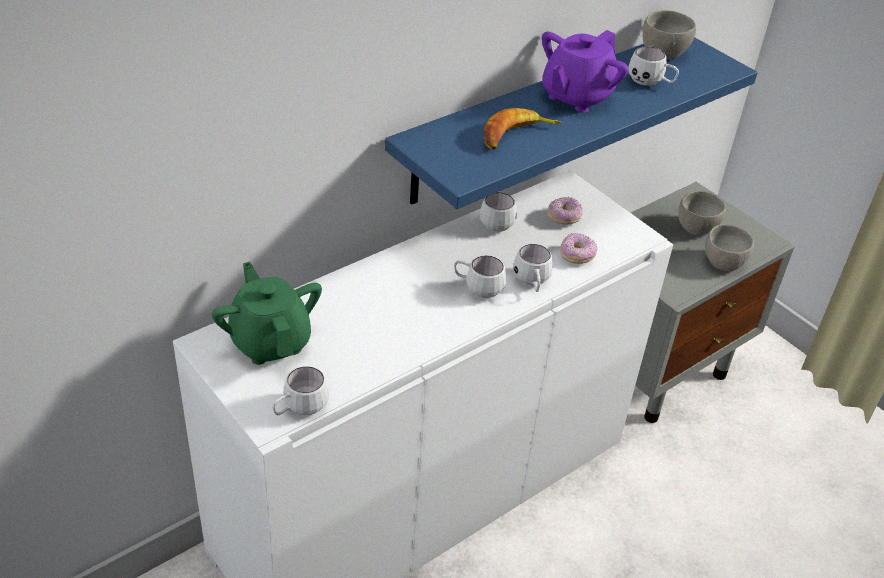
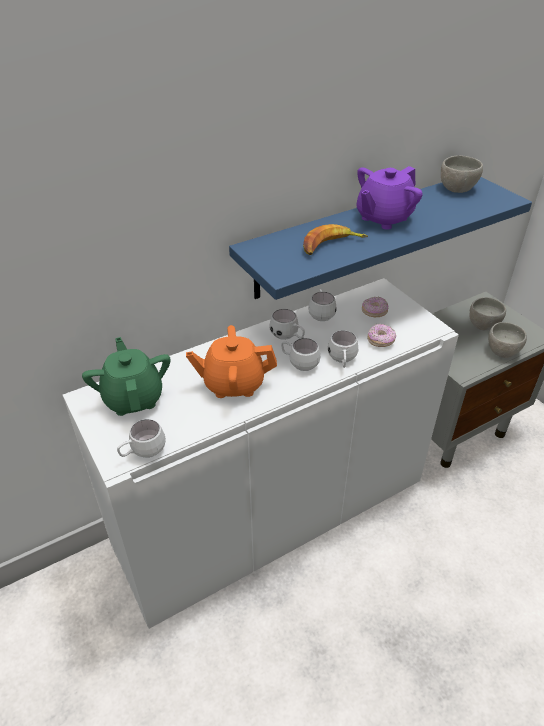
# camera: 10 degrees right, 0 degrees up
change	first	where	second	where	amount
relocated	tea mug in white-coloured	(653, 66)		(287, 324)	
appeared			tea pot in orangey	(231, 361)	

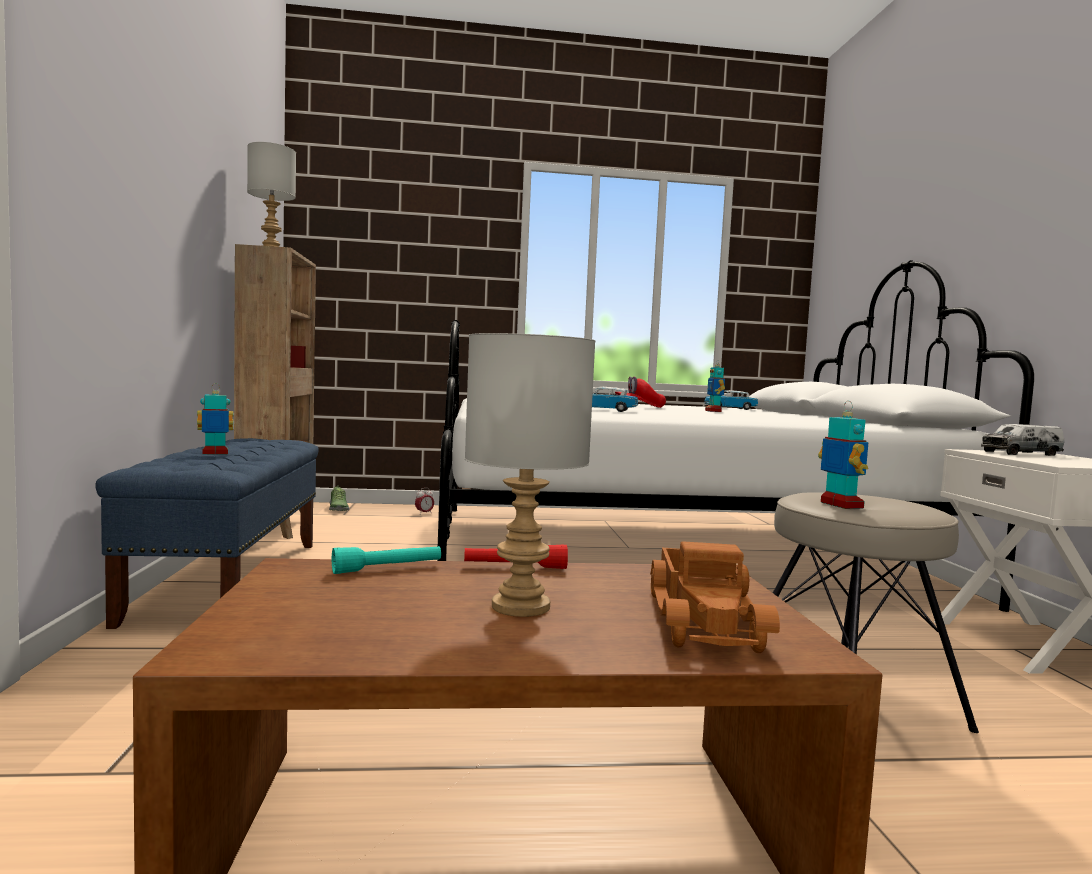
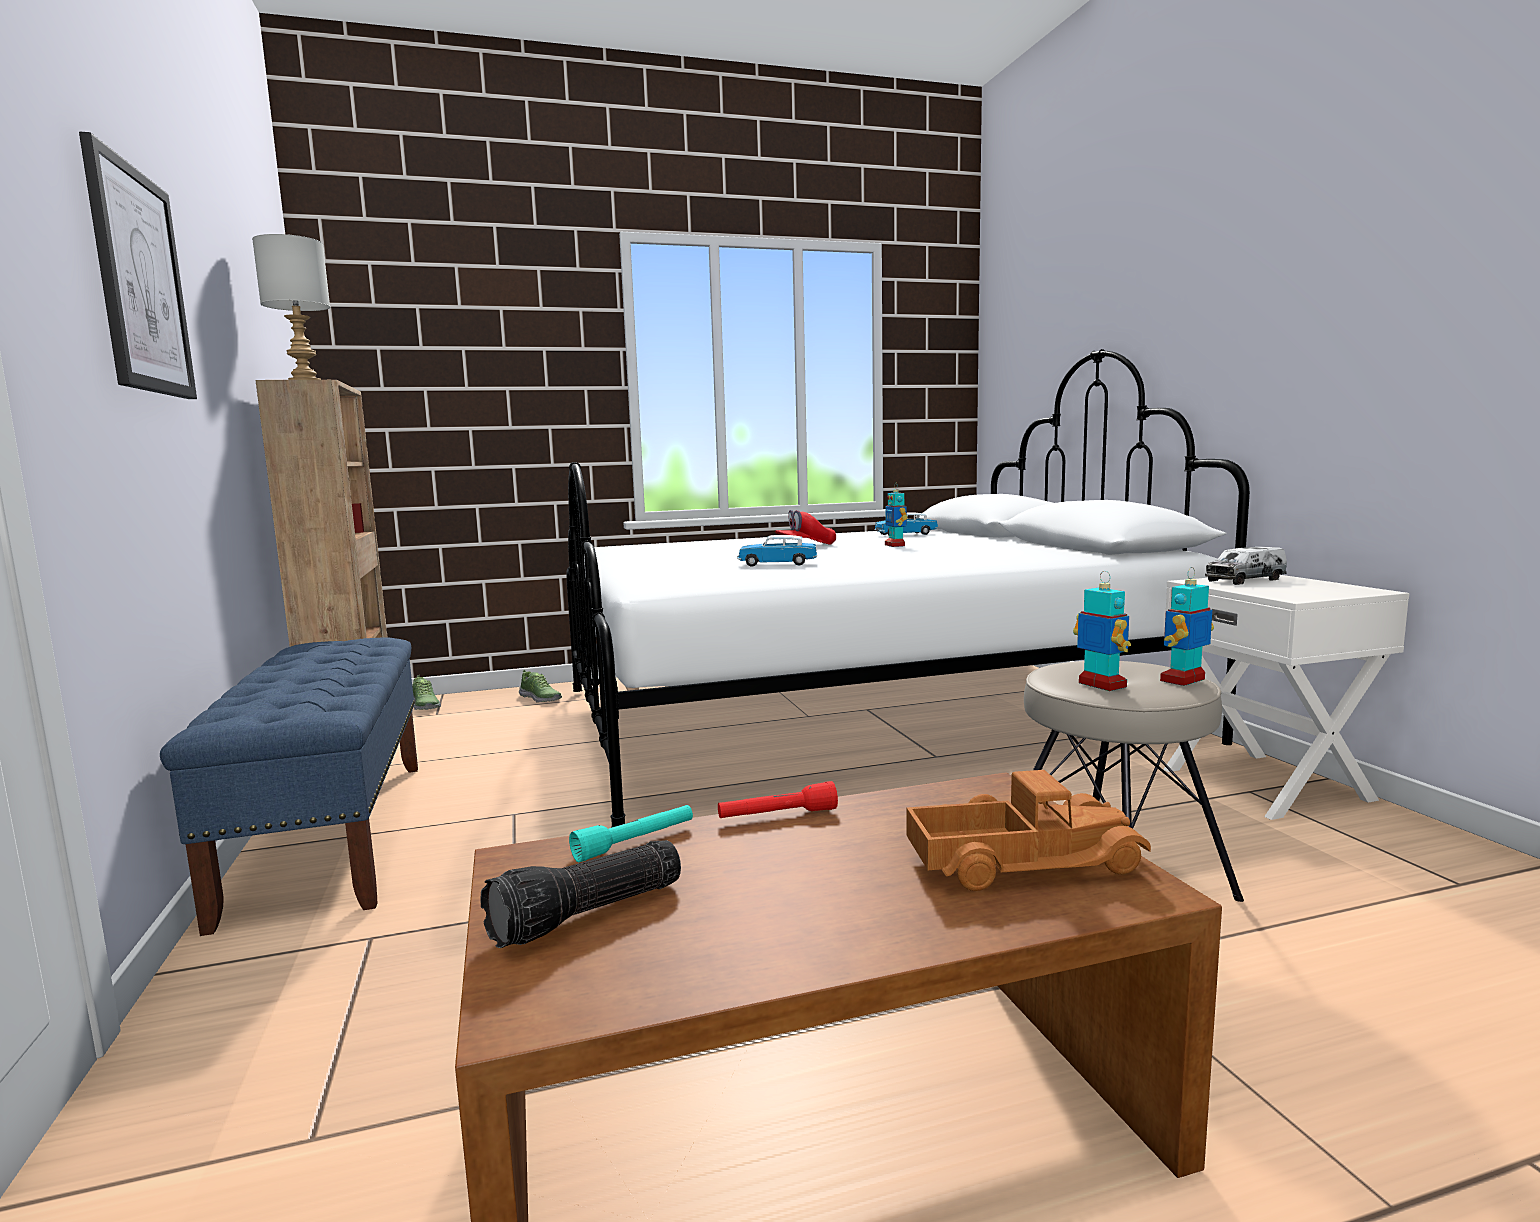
# camera: 10 degrees left, 5 degrees up
change	first	where	second	where	amount
missing	lamp for a table in greyish	(530, 475)			
relocated	robot figure	(215, 419)		(1187, 626)	
exchanged	alarm clock	(424, 501)	item of footwear	(540, 686)	
spun	toy lorry	(715, 597)		(1029, 830)	90 degrees counterclockwise
appeared			wall picture	(138, 265)	
appeared			hand torch	(580, 894)	

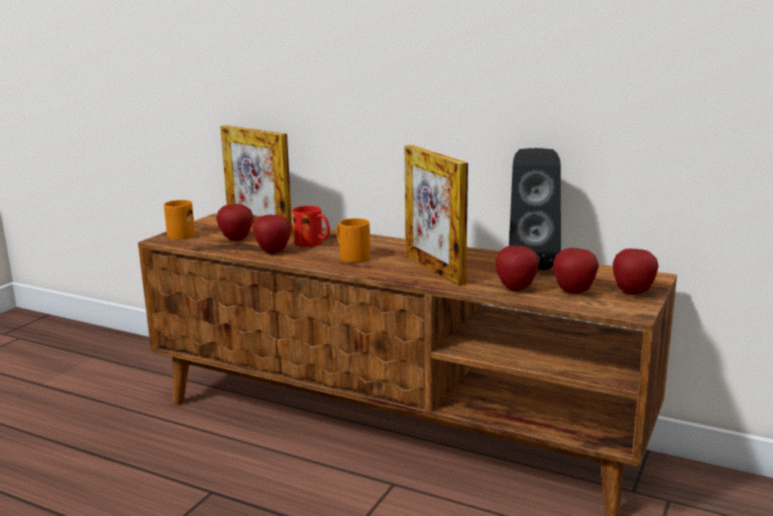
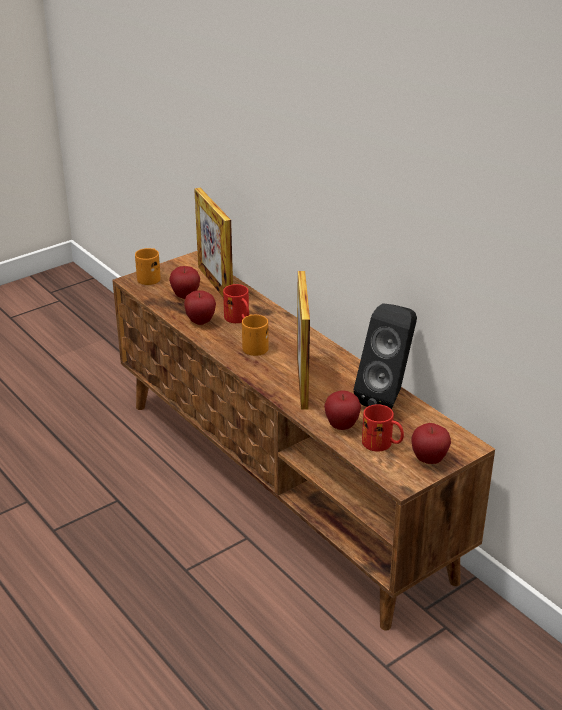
# camera: 25 degrees right, 15 degrees up
change	first	where	second	where	amount
exchanged	apple	(576, 271)	tea mug in red-coloured	(383, 428)	

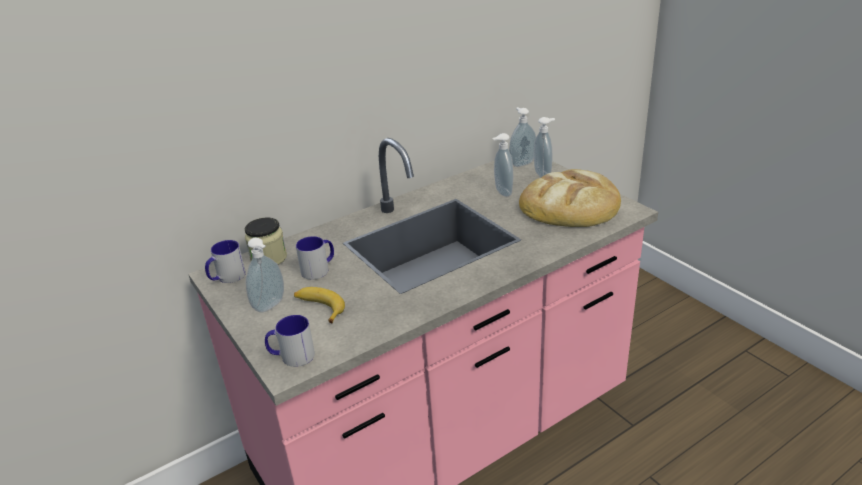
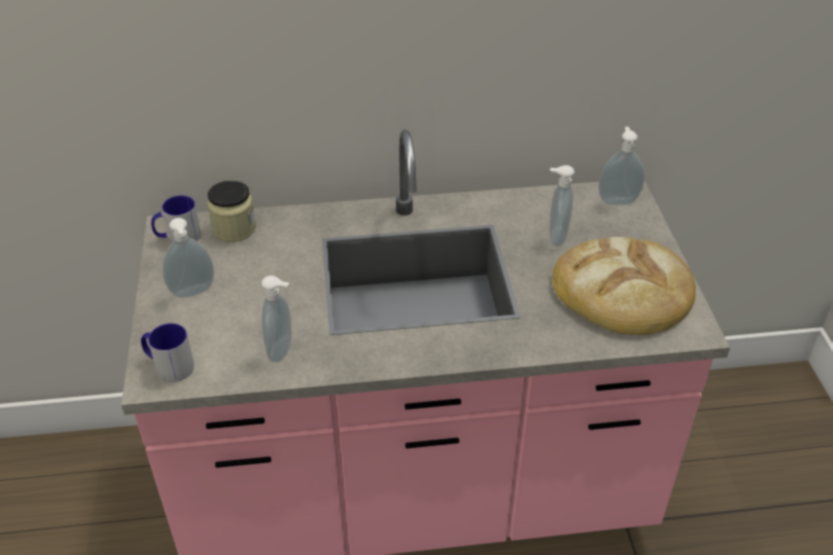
# camera: 25 degrees right, 10 degrees up
change	first	where	second	where	amount
relocated	liquid soap bottle	(544, 147)		(277, 319)	
missing	tea mug	(315, 258)			
missing	banana	(319, 305)			

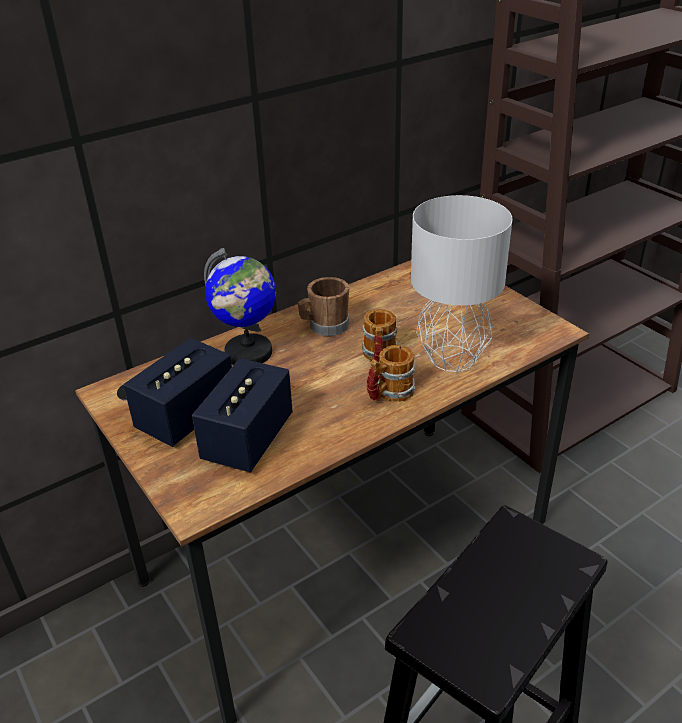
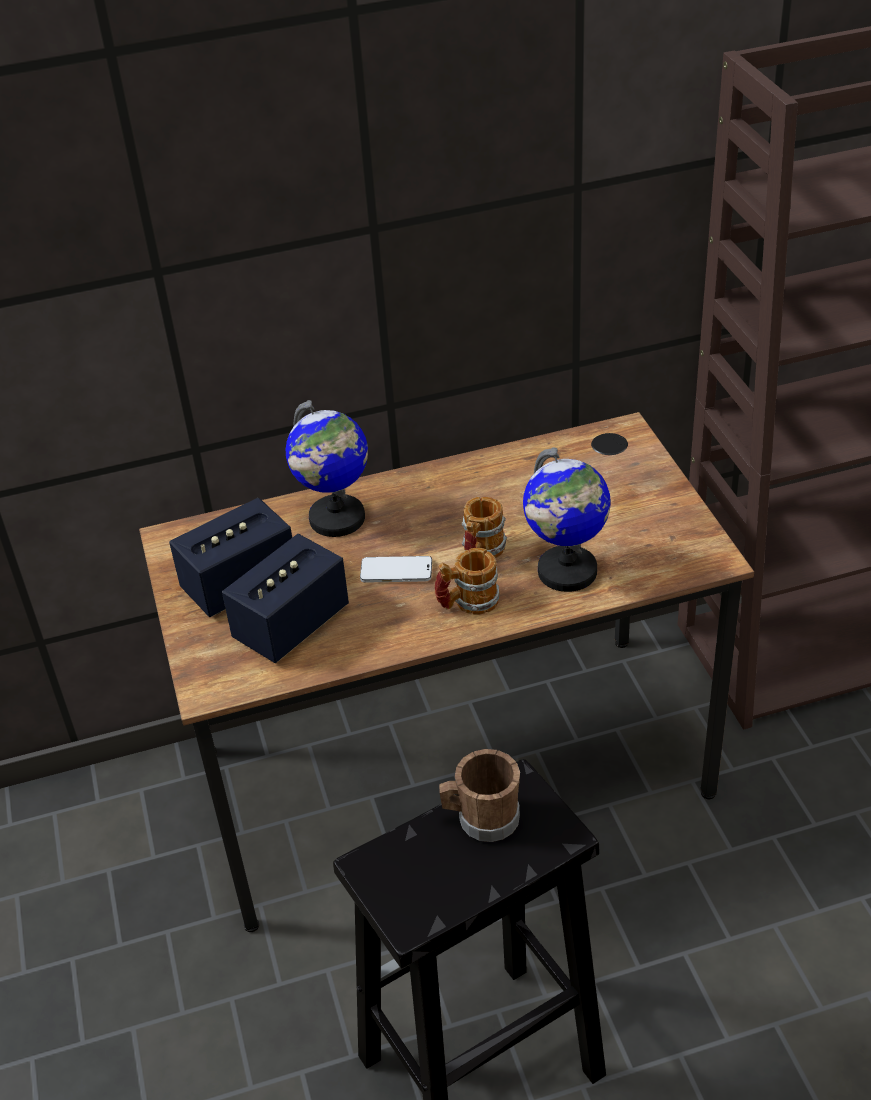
# camera: 20 degrees right, 5 degrees up
change	first	where	second	where	amount
exchanged	lamp for a table in greyish	(462, 283)	globe	(567, 519)	
relocated	tea mug in brown-coloured	(323, 306)		(479, 795)	
appeared			handset	(396, 569)	

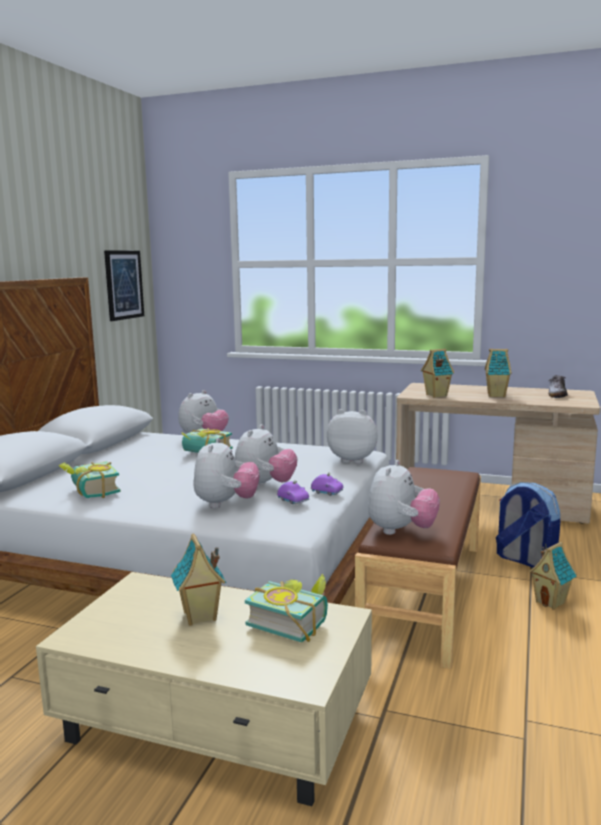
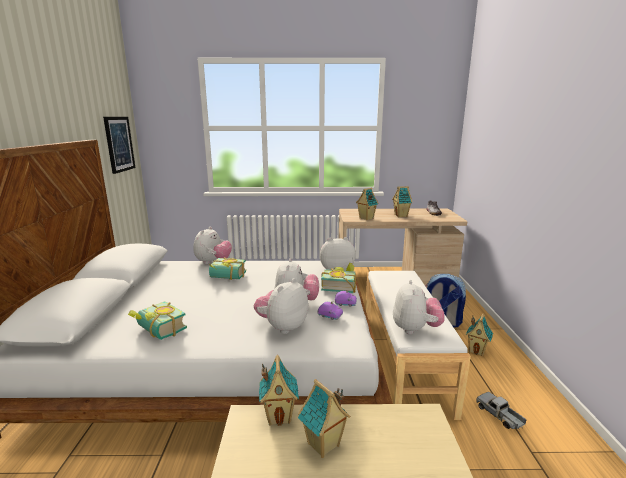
# camera: 20 degrees left, 5 degrees up
change	first	where	second	where	amount
spun	soft toy	(226, 473)		(281, 306)	135 degrees counterclockwise
colour	long seat in brown-coloured	(418, 568)	long seat in white-coloured	(418, 345)	
relocated	bound book	(286, 608)		(338, 278)	
appeared			miniature house	(279, 390)	
appeared			toy lorry	(501, 411)	

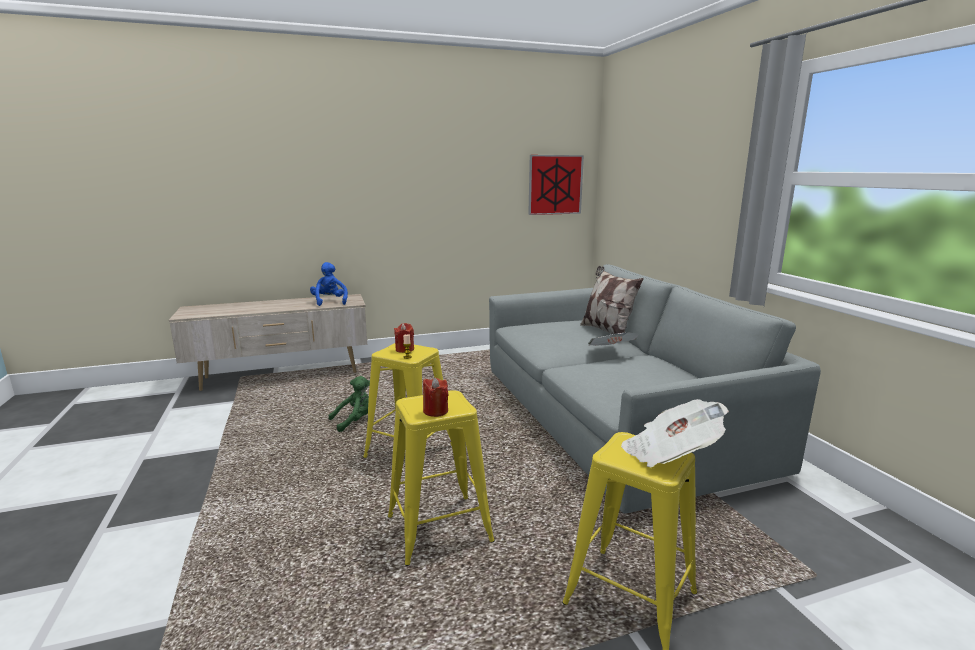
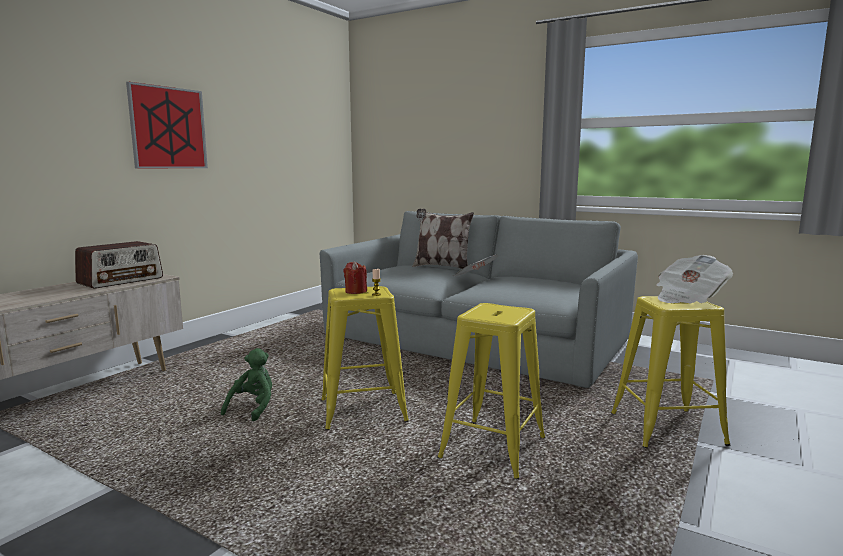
# camera: 40 degrees left, 5 degrees down
change	first	where	second	where	amount
relocated	wall picture	(556, 185)		(167, 125)	
exchanged	soft toy in blue-coloured	(329, 284)	radio set	(119, 265)	
missing	wax light in red-coloured	(435, 397)			

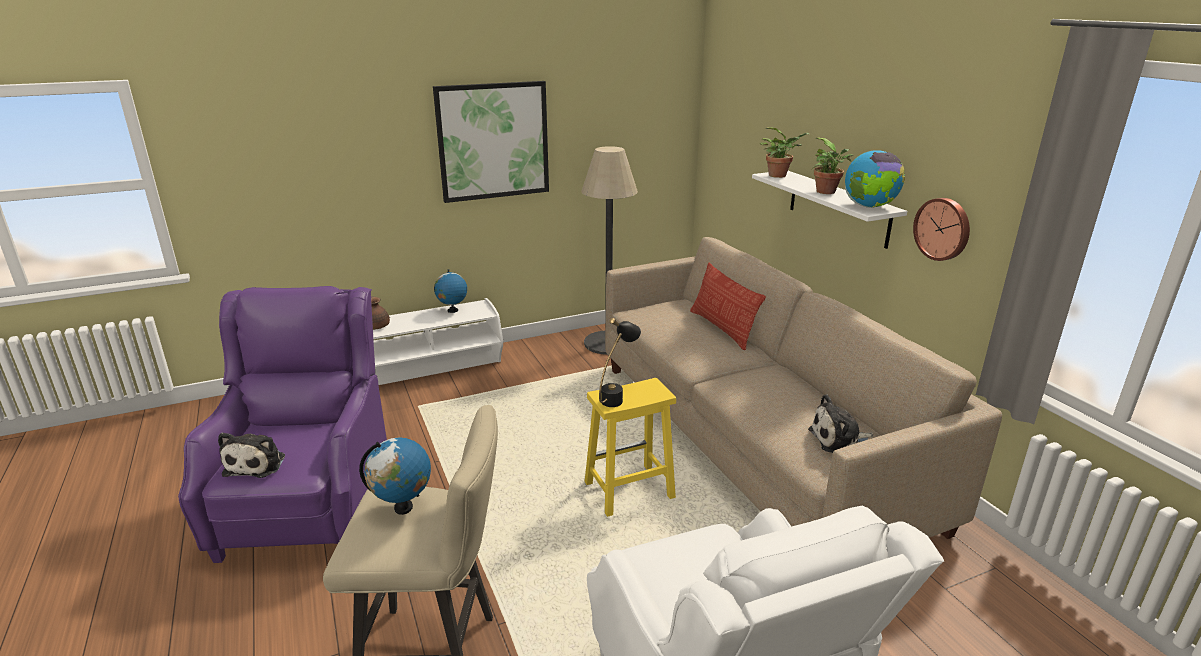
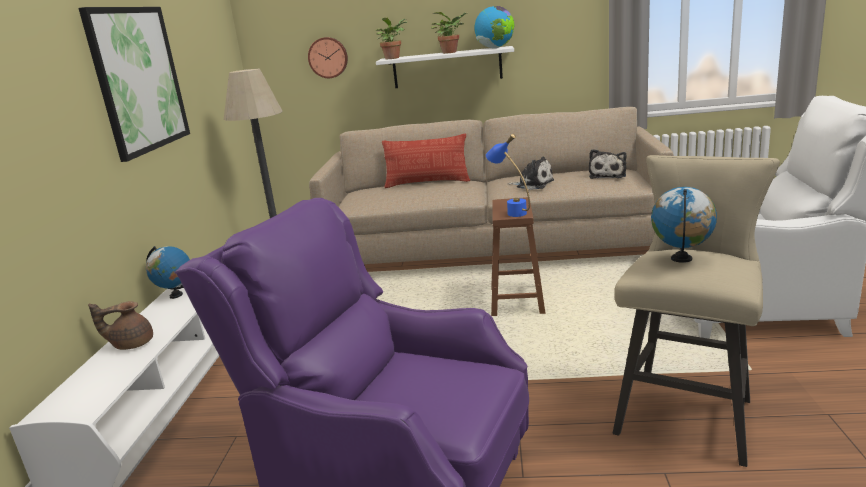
# camera: 60 degrees left, 5 degrees down
change	first	where	second	where	amount
relocated	clock on the wall	(941, 229)		(328, 57)	
colour	lamp for a table in blackish	(620, 362)	lamp for a table in blue-coloured	(508, 175)	
colour	sitting stool in yellow-coloured	(630, 447)	sitting stool in brown-coloured	(518, 256)	
relocated	soft toy	(251, 455)		(531, 173)	

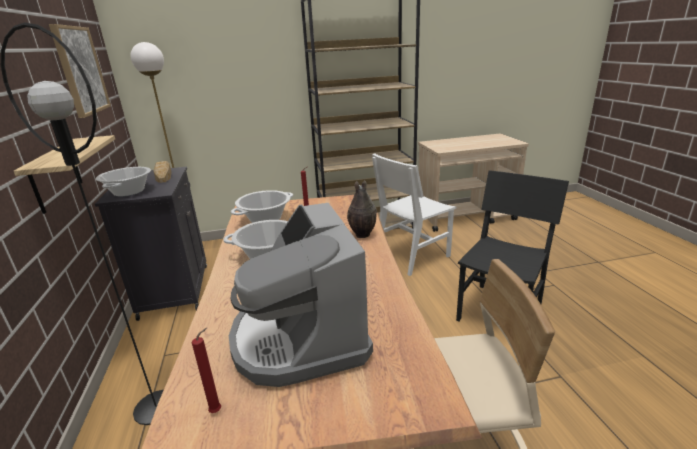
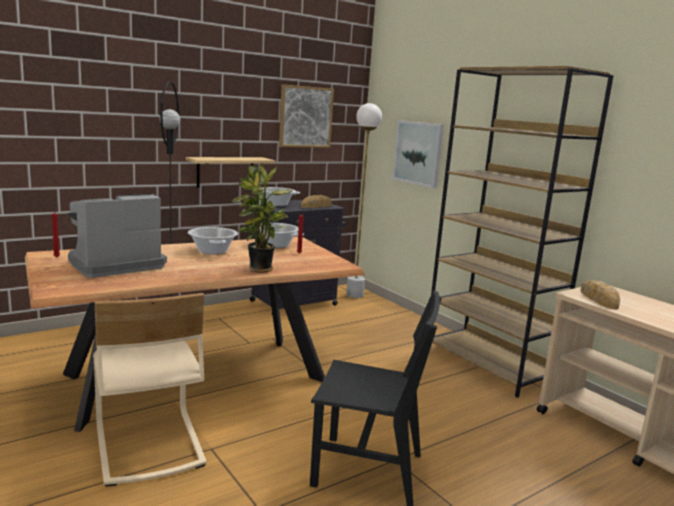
# camera: 65 degrees right, 10 degrees down
change	first	where	second	where	amount
missing	chair in white-coloured	(414, 214)			
exchanged	decorative vase	(362, 209)	potted plant	(261, 218)	
appeared			wall picture	(418, 154)	
appeared			baked bread	(600, 294)	

